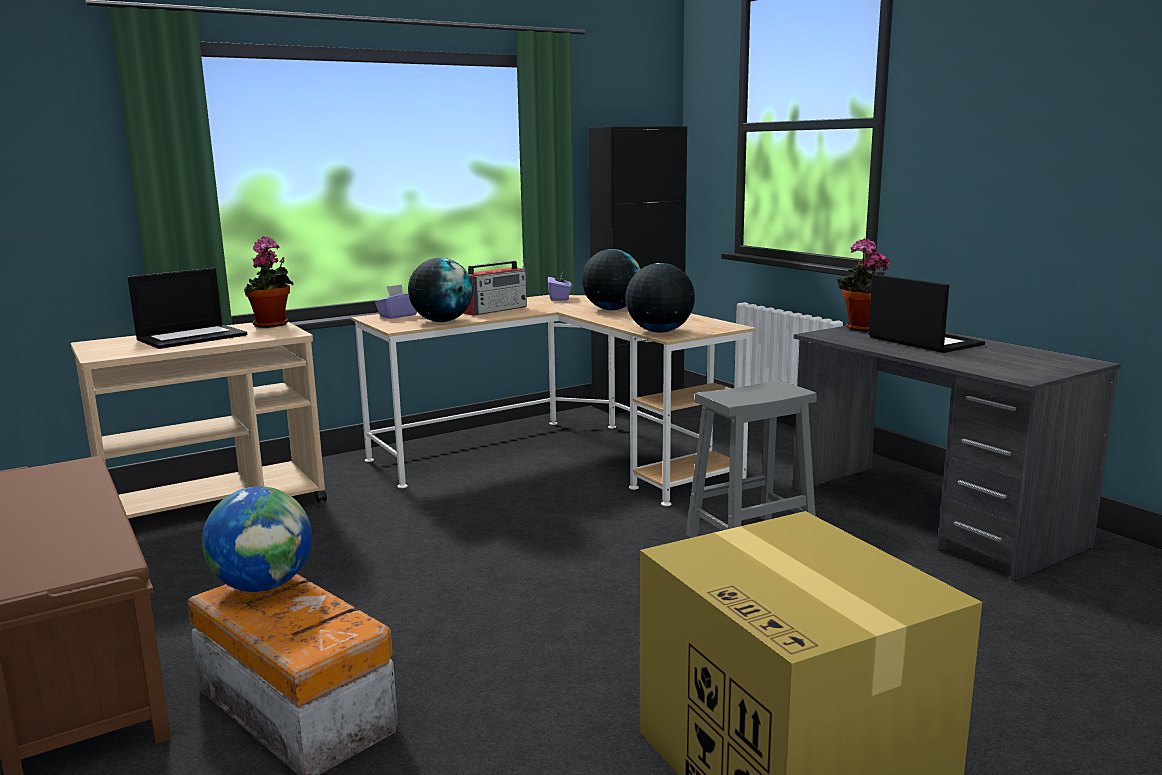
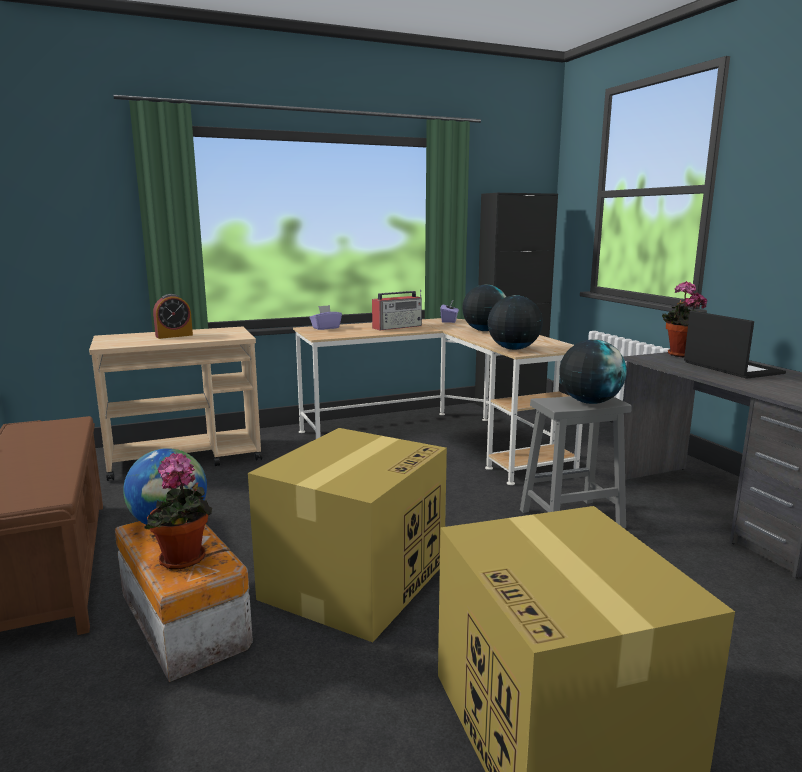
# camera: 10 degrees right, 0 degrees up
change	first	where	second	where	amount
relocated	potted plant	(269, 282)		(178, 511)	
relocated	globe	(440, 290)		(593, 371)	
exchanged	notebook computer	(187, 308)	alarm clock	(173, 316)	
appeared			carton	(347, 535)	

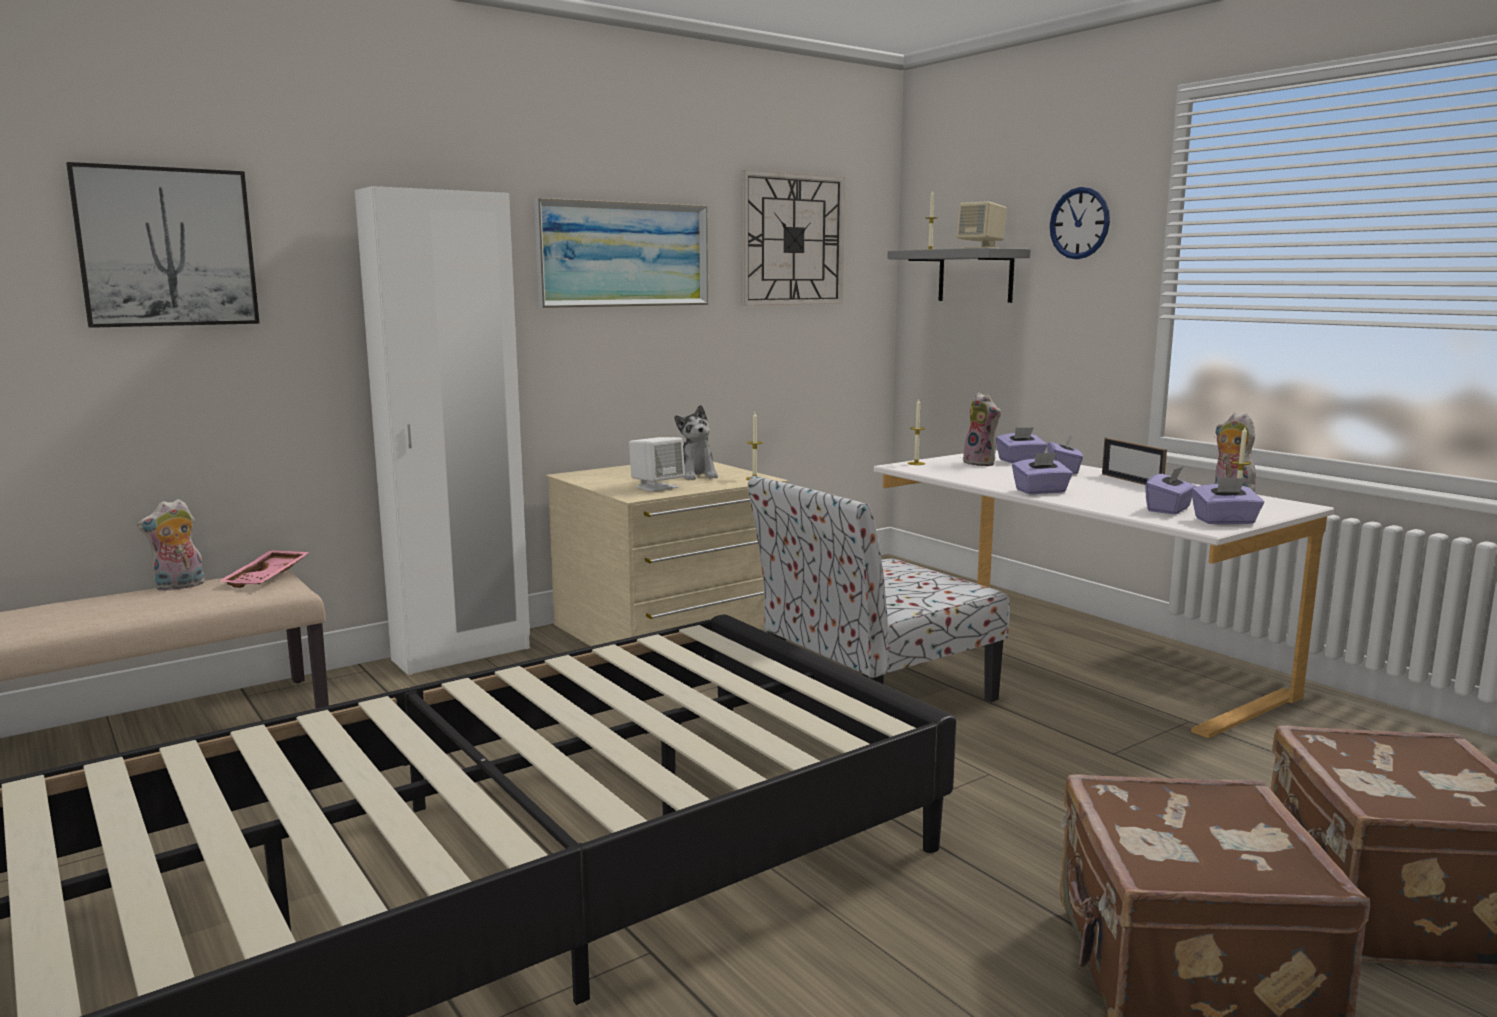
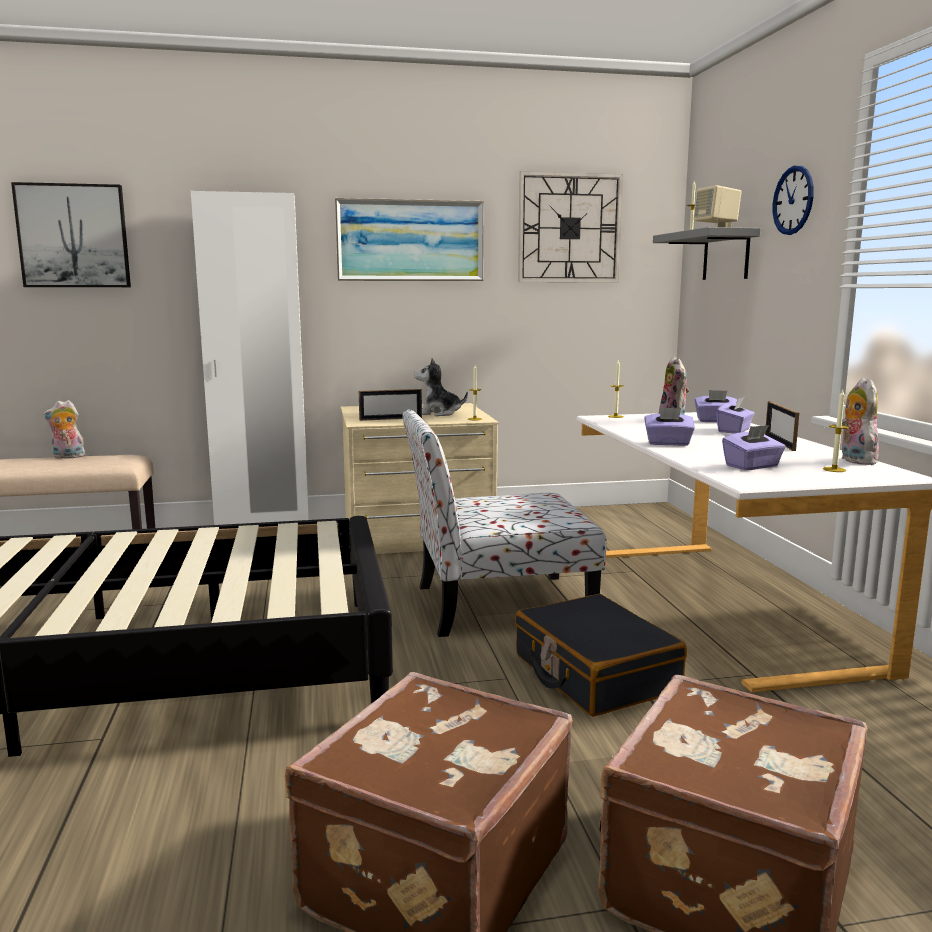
# camera: 25 degrees right, 0 degrees up
change	first	where	second	where	amount
spun	soft toy	(696, 442)		(441, 387)	90 degrees clockwise
exchanged	speaker in white-coloured	(657, 464)	standing frame	(390, 405)	
missing	tissue holder in purplish	(1227, 501)			
missing	carrying tray in pinkish	(264, 569)			
appeared			piece of luggage in blackish	(601, 655)	

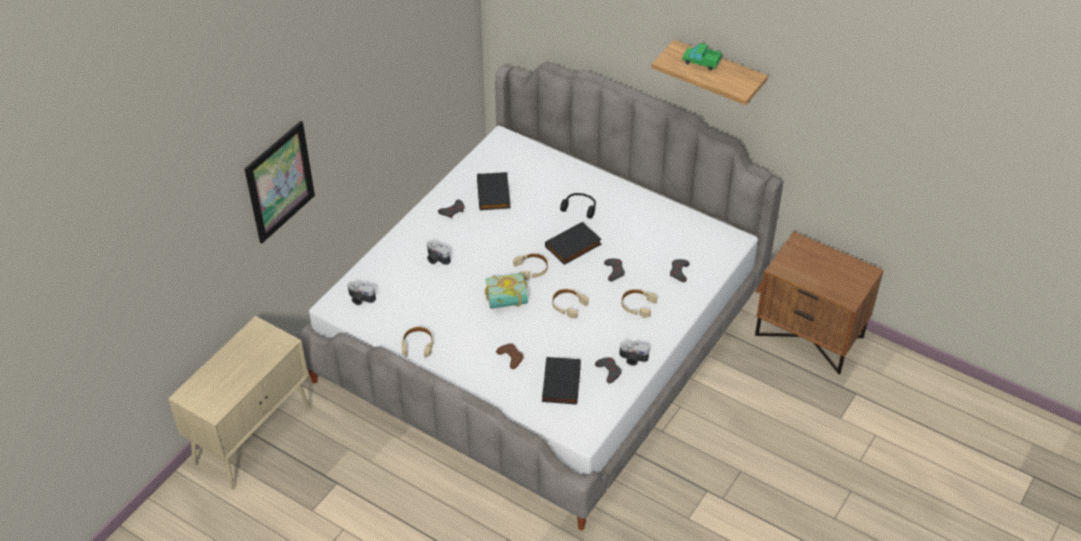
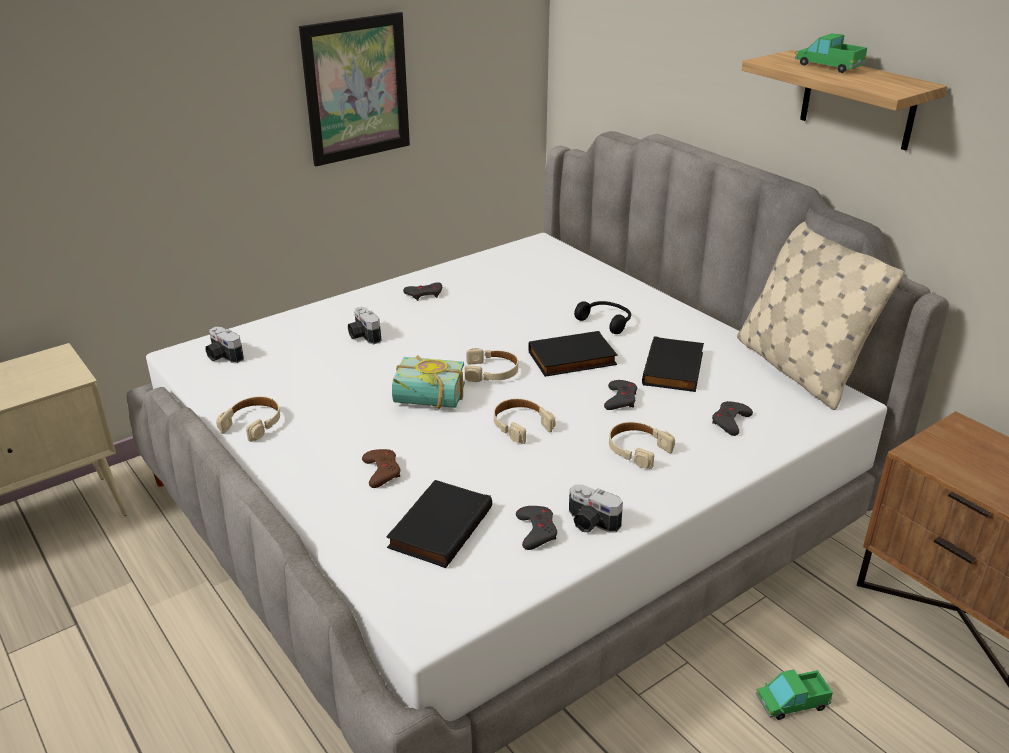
# camera: 20 degrees right, 15 degrees down
change	first	where	second	where	amount
relocated	wall picture	(280, 182)		(354, 89)	
relocated	bound book in blackish	(494, 191)		(673, 364)	
appeared			pillow in sand-coloured	(820, 316)	
appeared			toy lorry	(794, 695)	

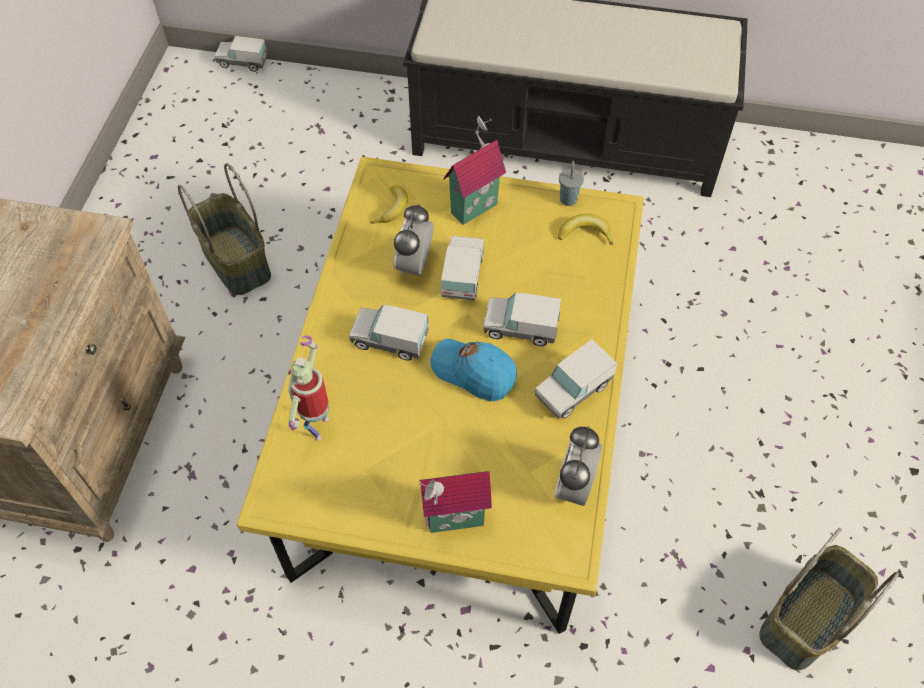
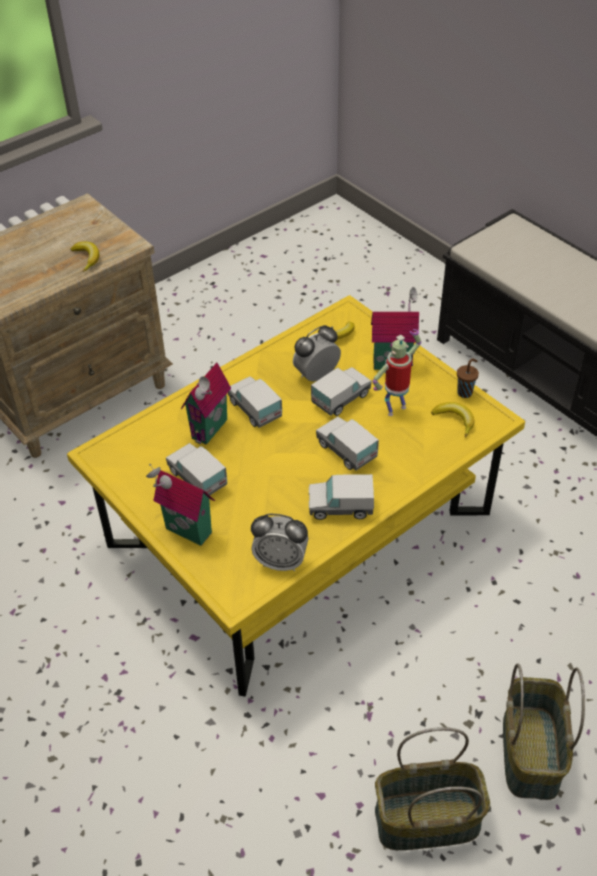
# camera: 40 degrees right, 10 degrees down
change	first	where	second	where	amount
relocated	toy lorry	(241, 54)		(196, 469)	
colour	cup in greyish	(571, 183)	cup in brown-coloured	(468, 378)	
relocated	storage basket	(224, 229)		(544, 731)	
relocated	robot figure	(308, 388)		(397, 372)	
missing	peaked cap in blue-coloured	(473, 370)			
spun	alarm clock	(578, 466)		(279, 542)	135 degrees counterclockwise
appeared			banana	(85, 257)	
appeared			miniature house	(206, 404)	

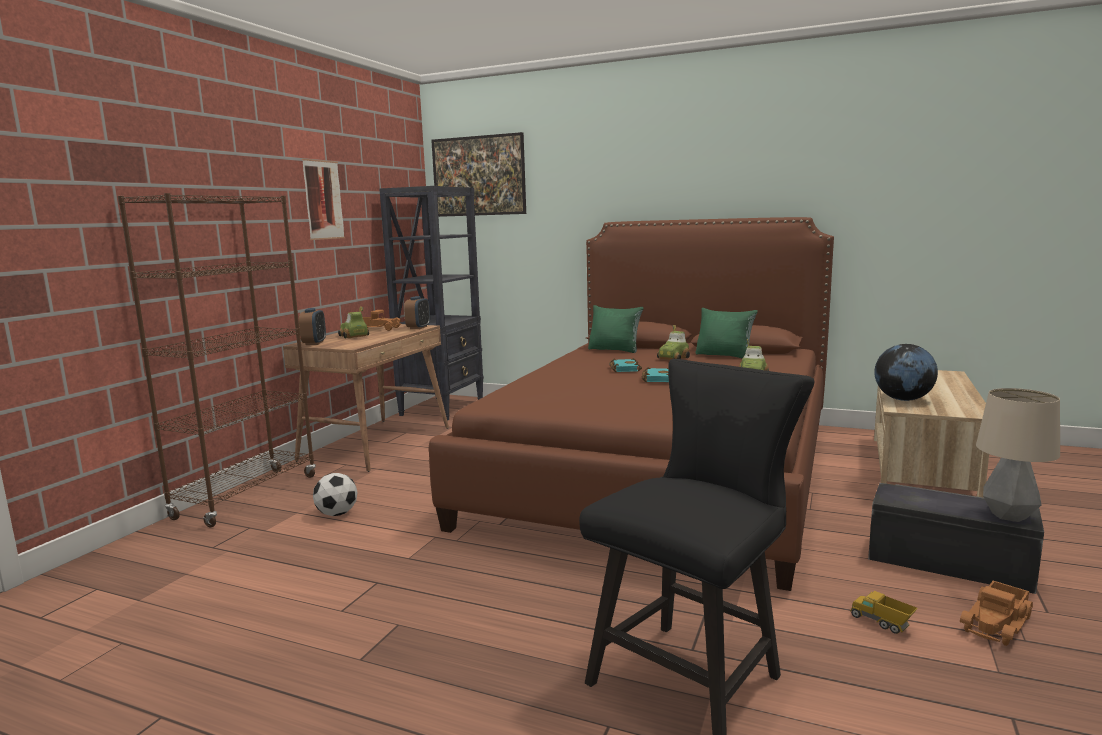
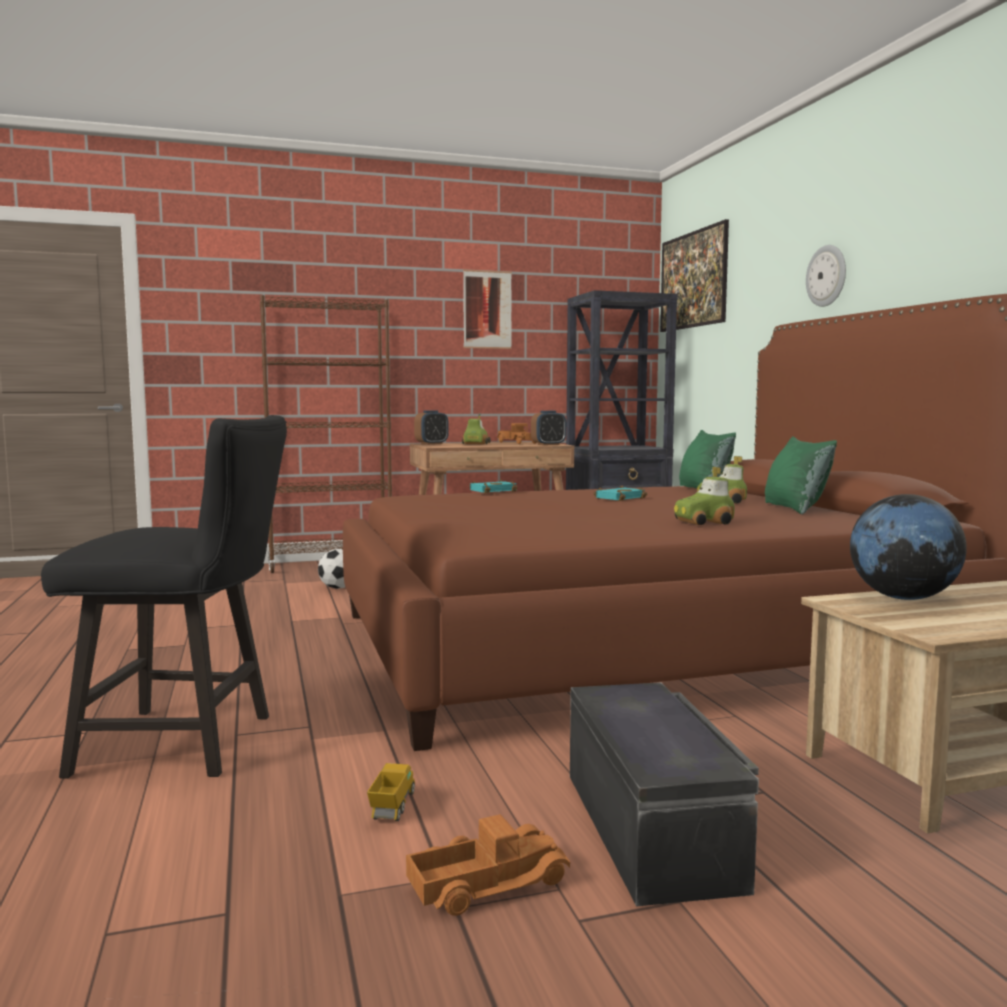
# camera: 50 degrees right, 5 degrees down
change	first	where	second	where	amount
relocated	bound book in blue-green	(655, 374)		(493, 486)	
missing	lamp for a table	(1018, 455)			
spun	toy lorry	(996, 613)		(488, 865)	150 degrees clockwise
appeared			clock on the wall	(826, 276)	

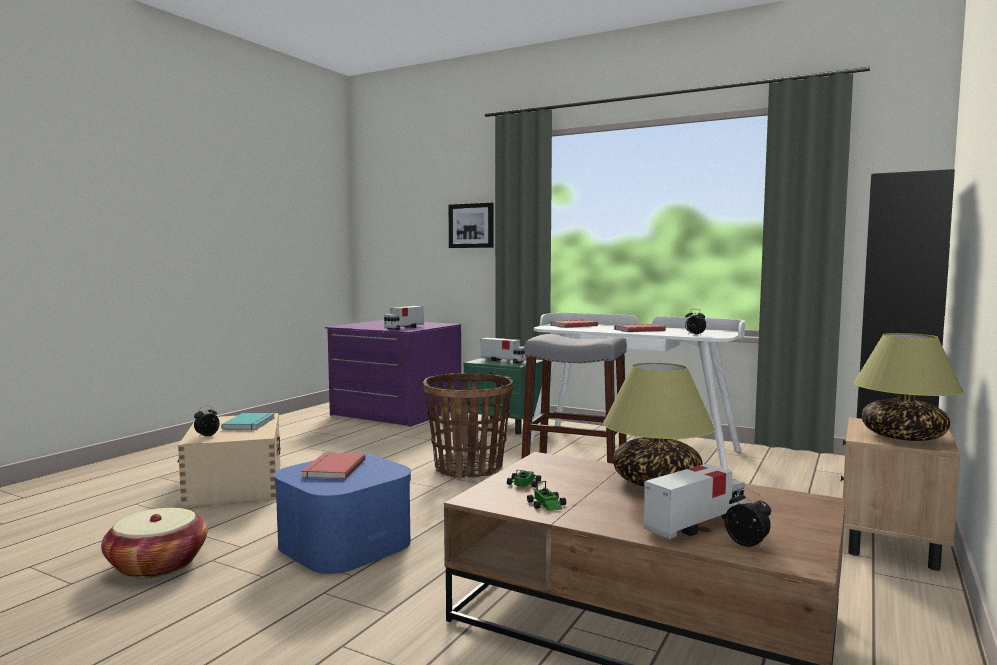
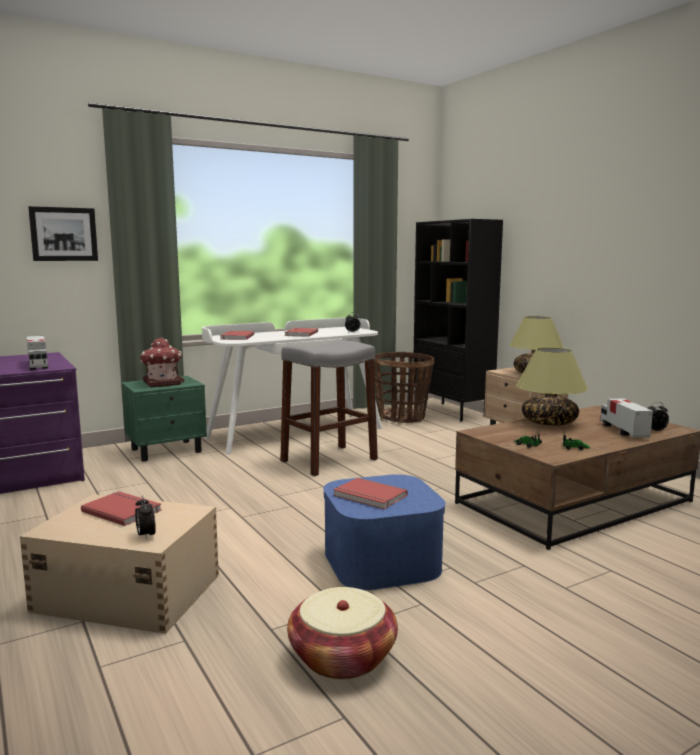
# camera: 60 degrees left, 5 degrees up
change	first	where	second	where	amount
exchanged	toy lorry	(503, 350)	miniature house	(162, 362)	
relocated	storage basket	(468, 426)		(404, 387)	
colour	bound book in blue-green	(248, 421)	bound book in red-coloured	(121, 508)	

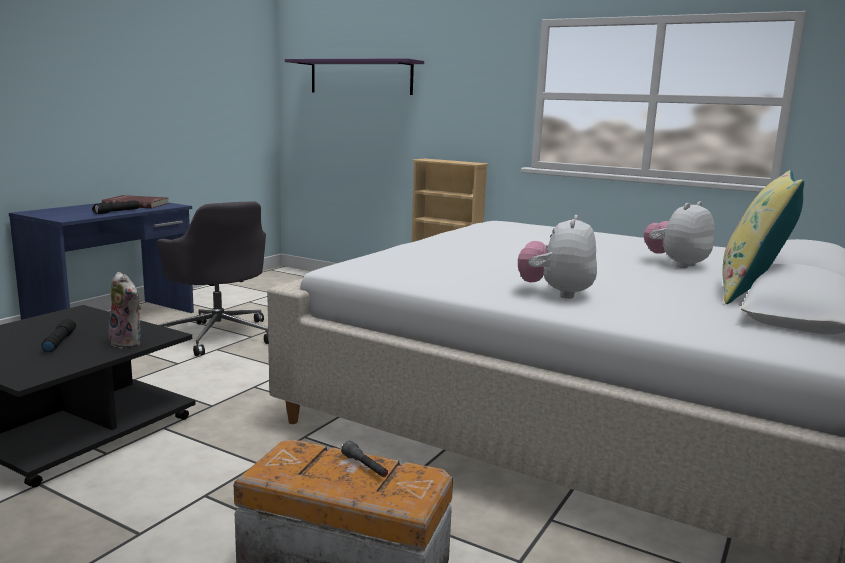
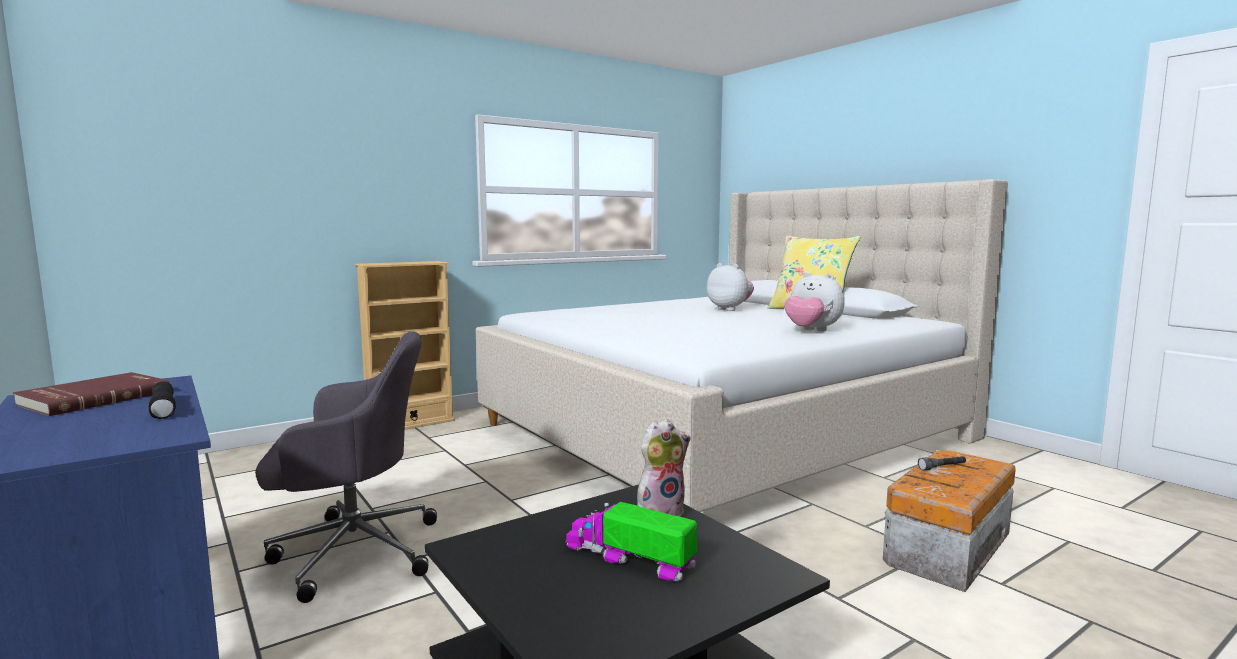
# camera: 65 degrees left, 5 degrees down
change	first	where	second	where	amount
missing	bracket shelf in purplish	(354, 76)			
spun	soft toy	(679, 234)		(730, 287)	150 degrees clockwise
exchanged	hand torch in blackish	(59, 335)	toy lorry	(631, 542)	

